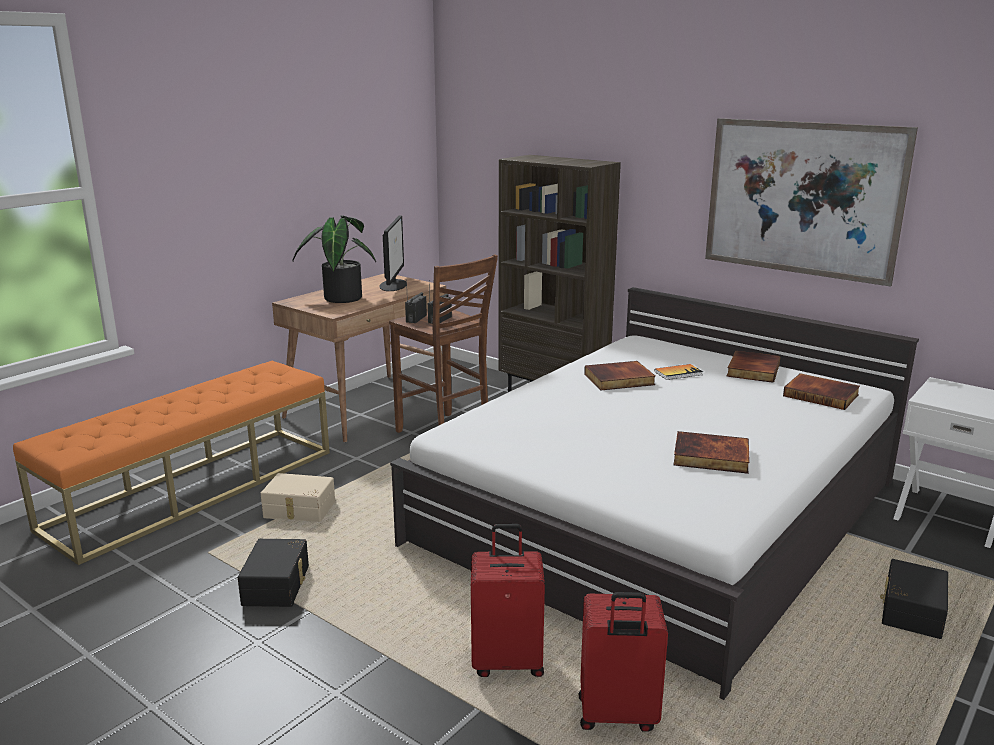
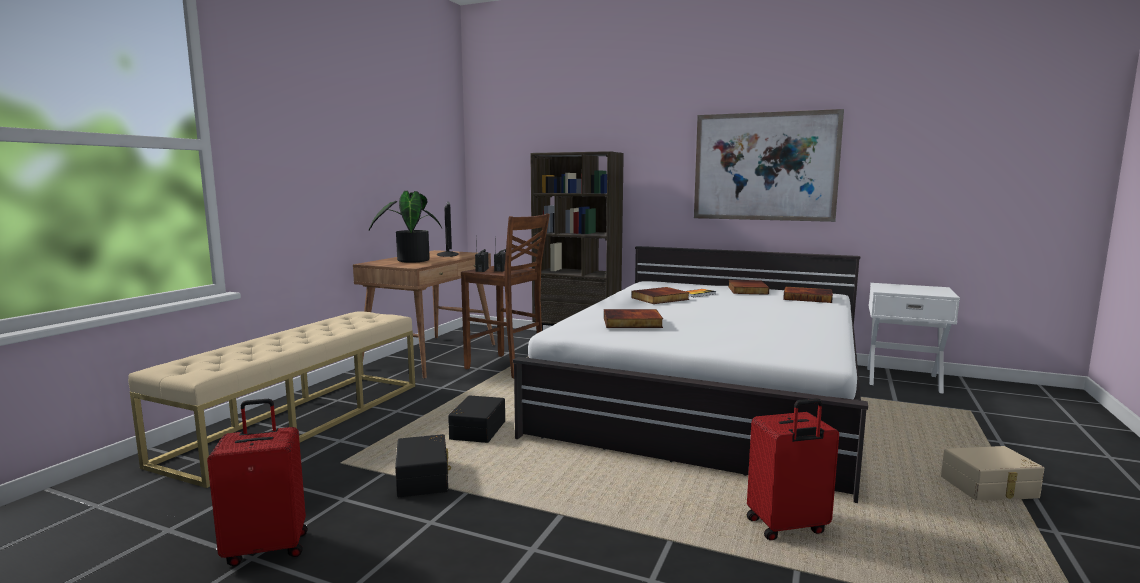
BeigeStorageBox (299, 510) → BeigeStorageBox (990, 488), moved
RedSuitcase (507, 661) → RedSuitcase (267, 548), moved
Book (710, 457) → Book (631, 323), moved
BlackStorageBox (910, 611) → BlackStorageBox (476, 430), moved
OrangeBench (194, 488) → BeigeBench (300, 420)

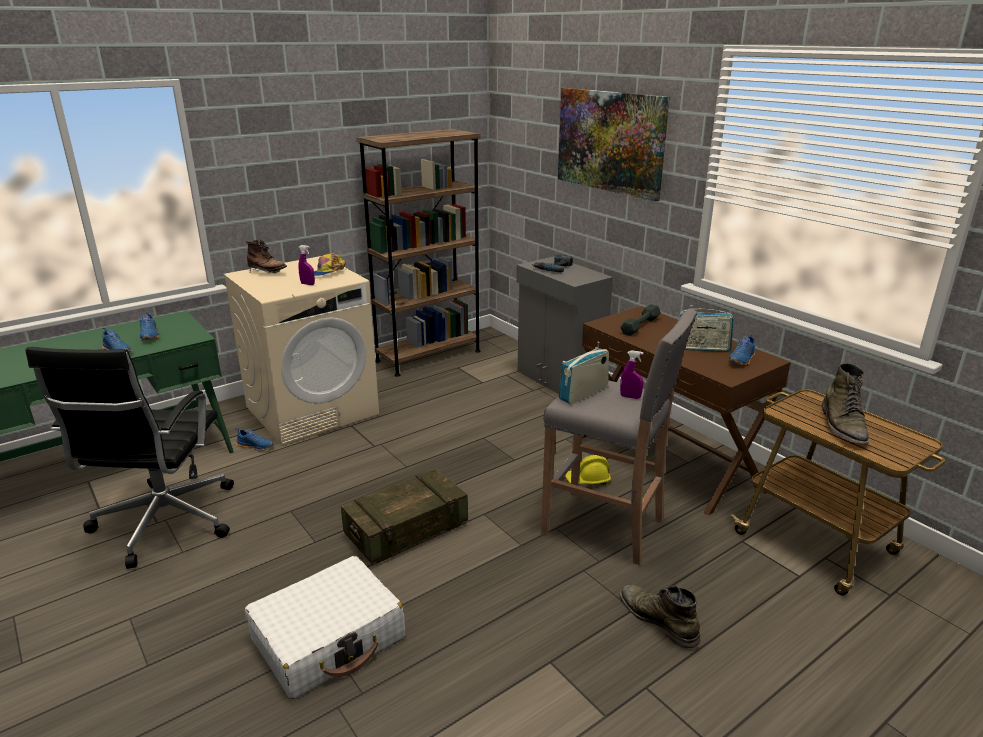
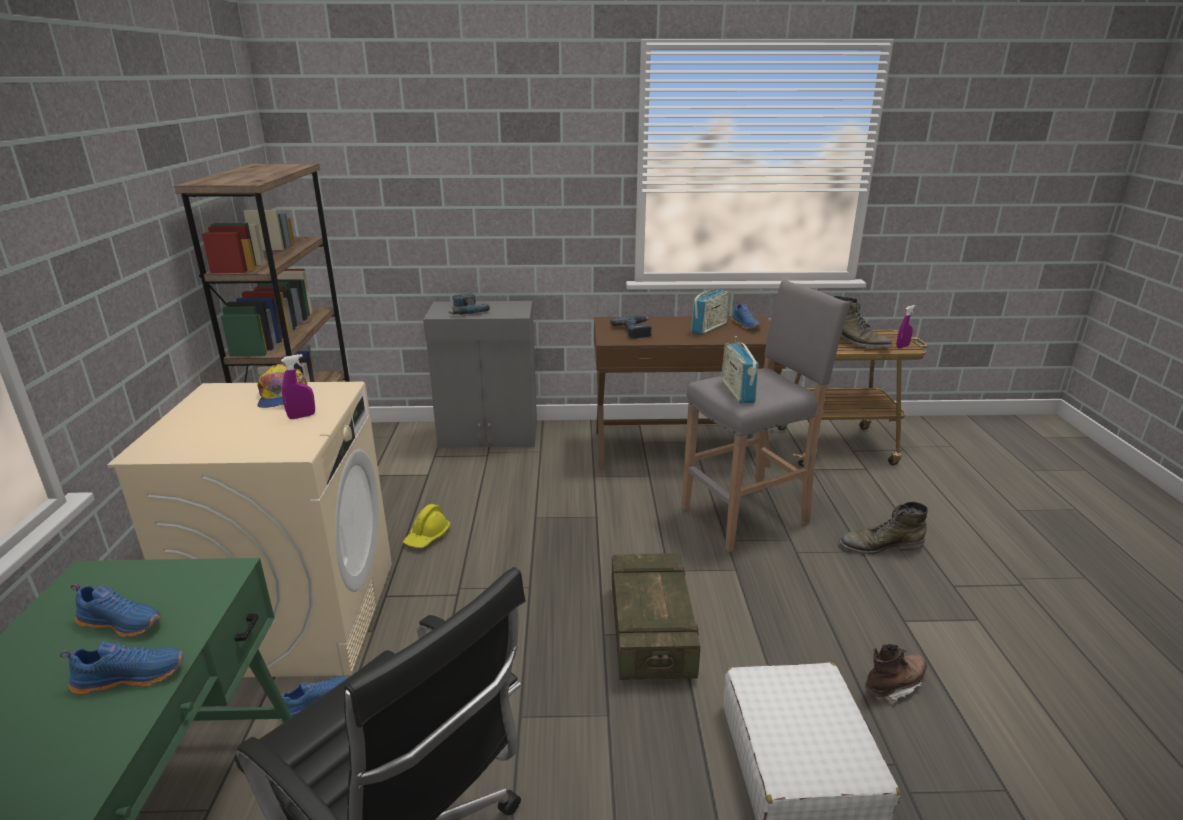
Picture (610, 141) → -
BrownBoot (267, 272) → BrownBoot (893, 685), moved
YellowHardHat (587, 480) → YellowHardHat (427, 536), moved
PurpleSprayBottle (630, 397) → PurpleSprayBottle (902, 346), moved
GreyDumbbell (640, 326) → PowerDrill (636, 330)

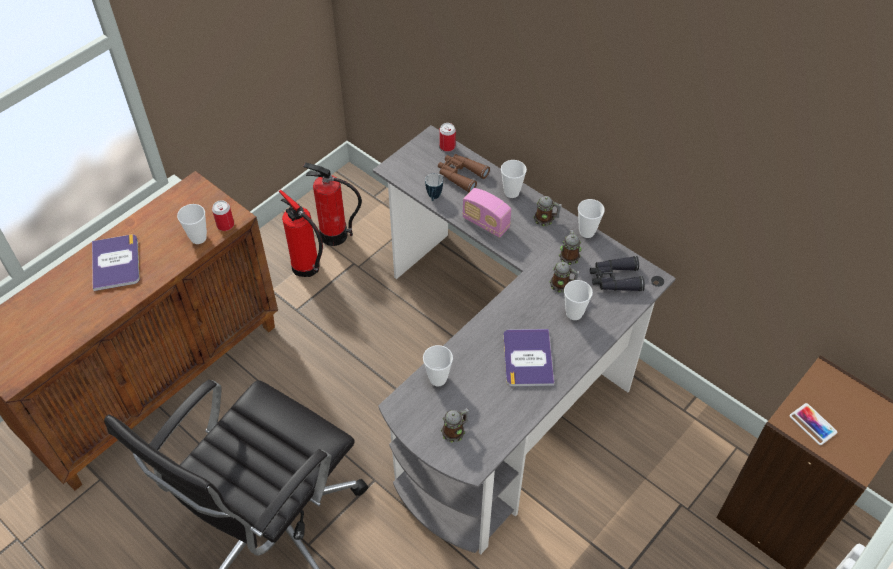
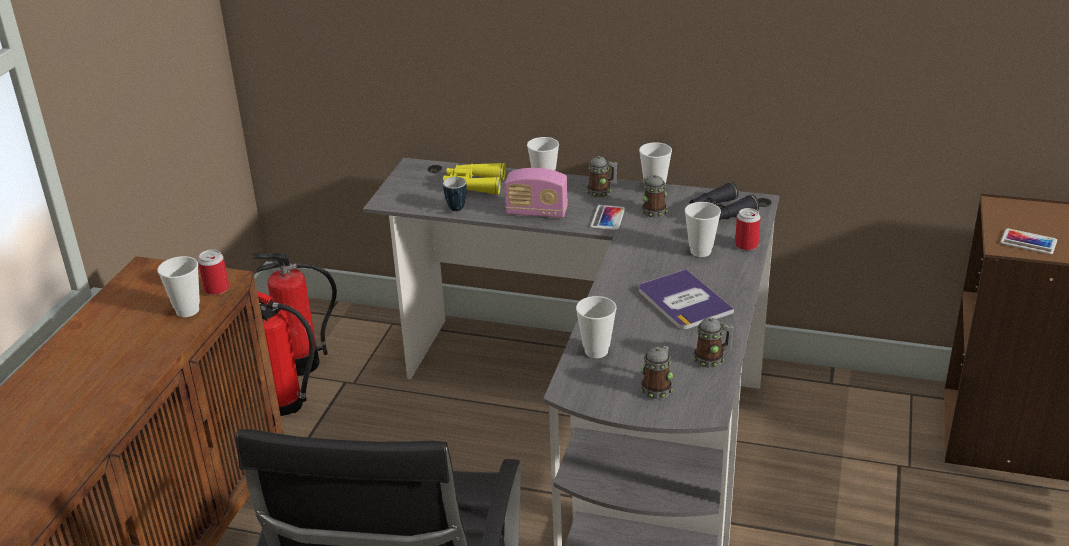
Book (116, 263) → -
- → Phone (607, 218)
Can (447, 146) → Can (746, 245), moved
Mug (563, 285) → Mug (712, 359), moved
BrownBinoculars (461, 175) → YellowBinoculars (474, 185)

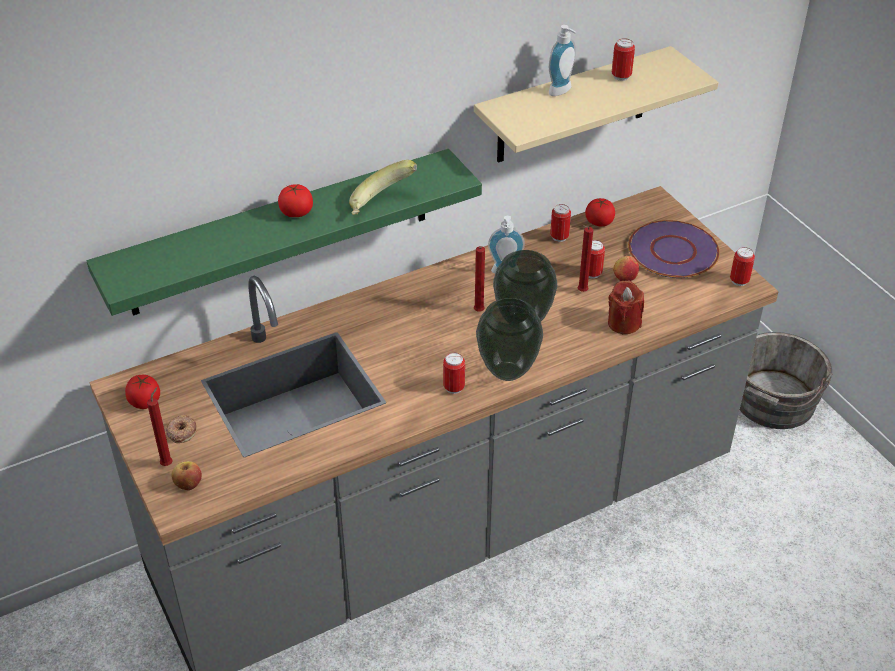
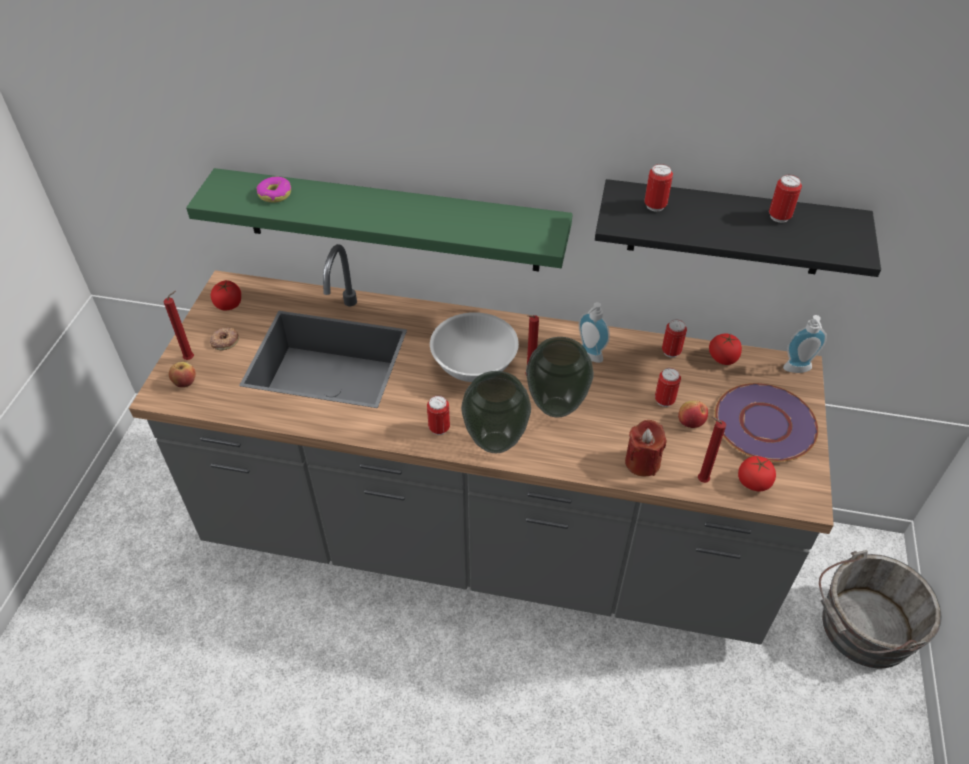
Banana (382, 205) → -
- → Donut (275, 194)
- → WhiteBowl (475, 365)
Tomato (296, 213) → Tomato (753, 482), moved
SoapDispenser (562, 91) → SoapDispenser (798, 370), moved
RedCandle (581, 292) → RedCandle (700, 480), moved
Can (739, 281) → Can (655, 206), moved
BeigeShelf (572, 106) → BlackShelf (727, 228)

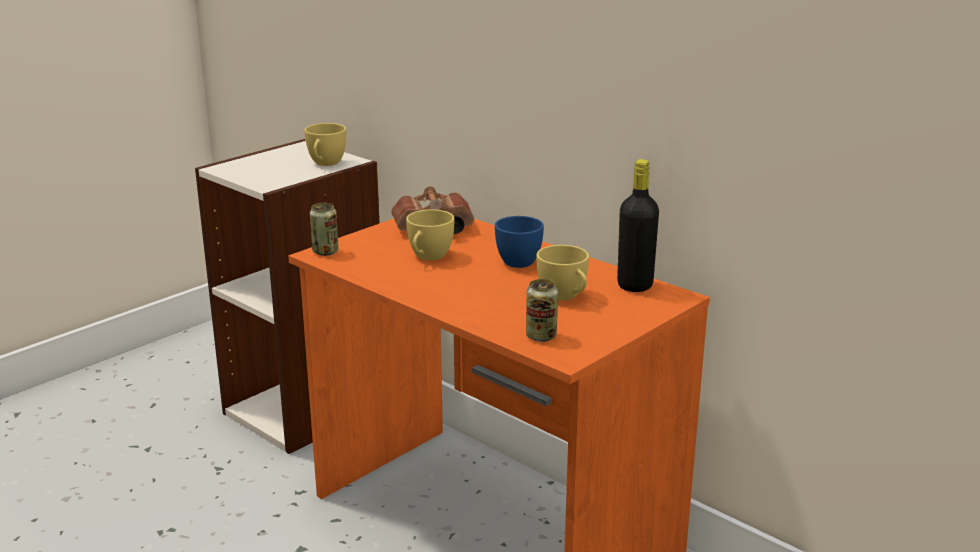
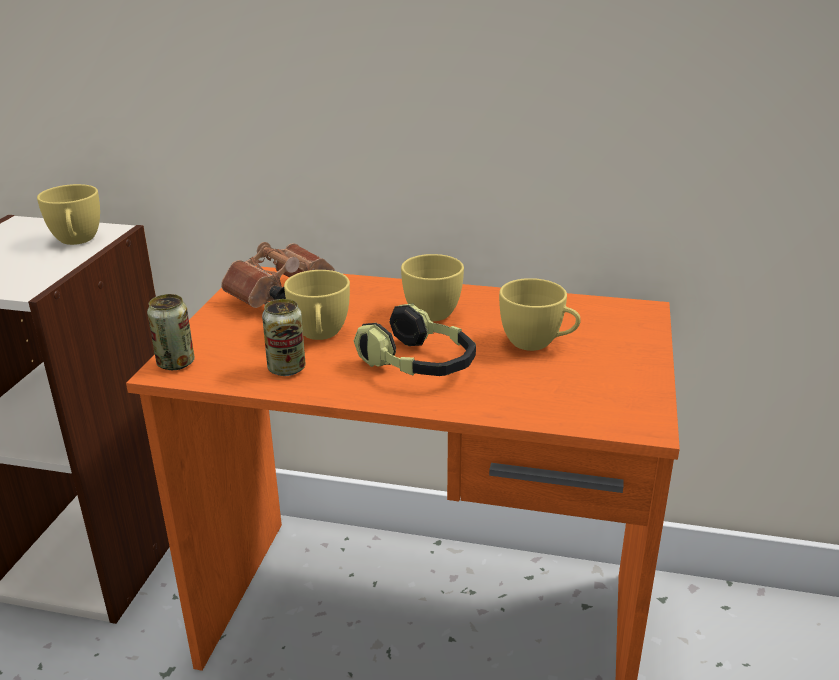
BlackBottle (635, 285) → -
- → Headphones (419, 365)
Can (541, 336) → Can (287, 368), moved
BlueCup (517, 260) → YellowCup (427, 311)

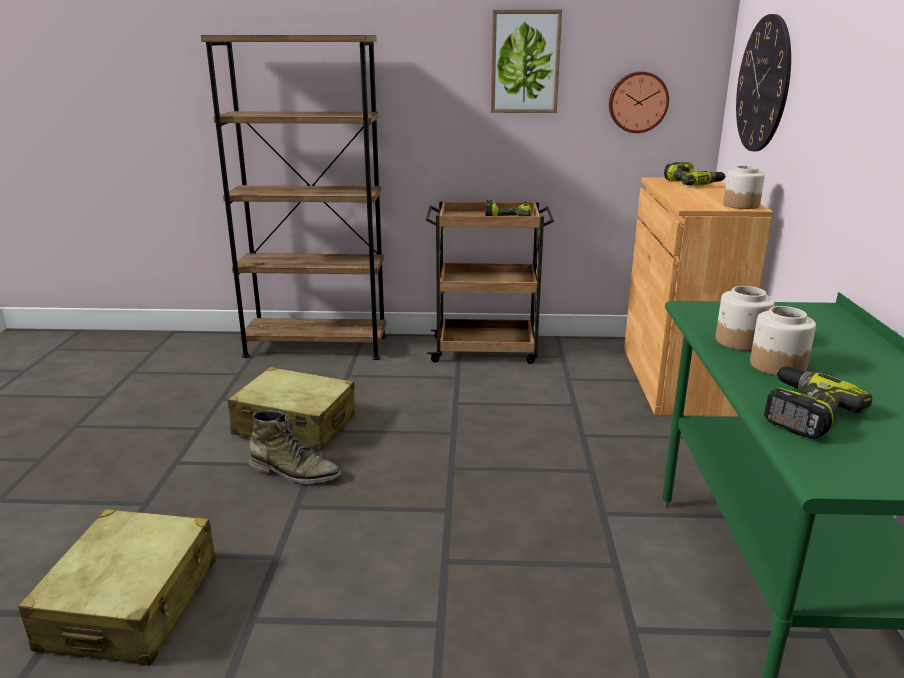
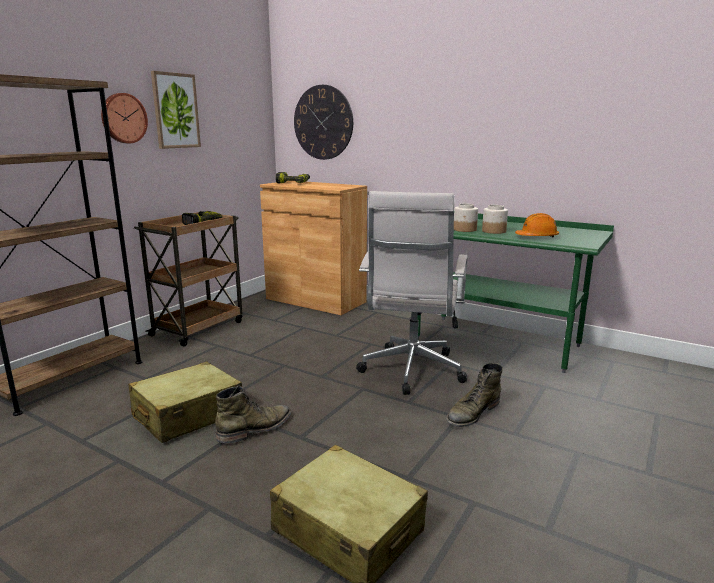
Jar (741, 205) → -
- → WhiteOfficeChair (411, 372)
- → GreenBoot (472, 413)
WallClock (638, 102) → WallClock (123, 118), moved
PowerDrill (802, 413) → OrangeHardHat (537, 237)

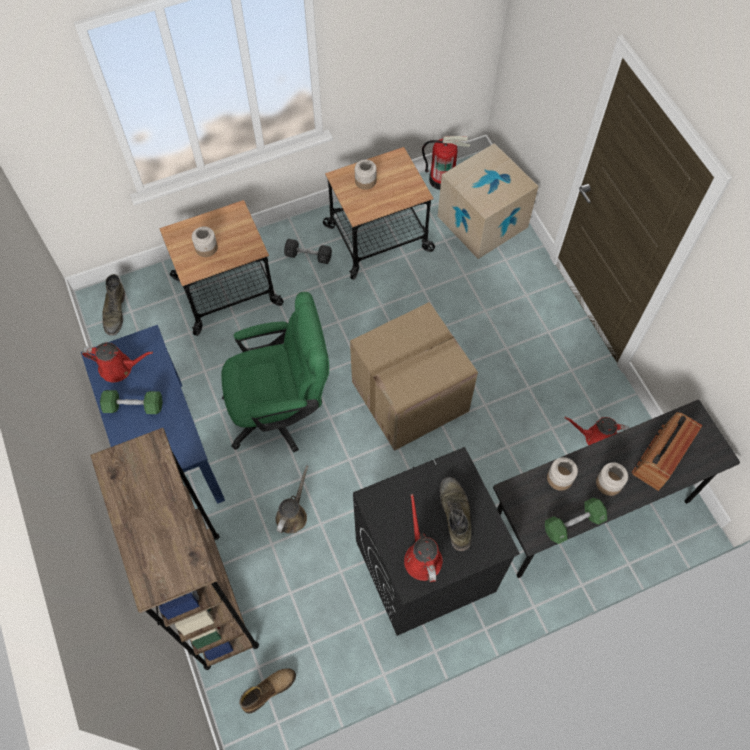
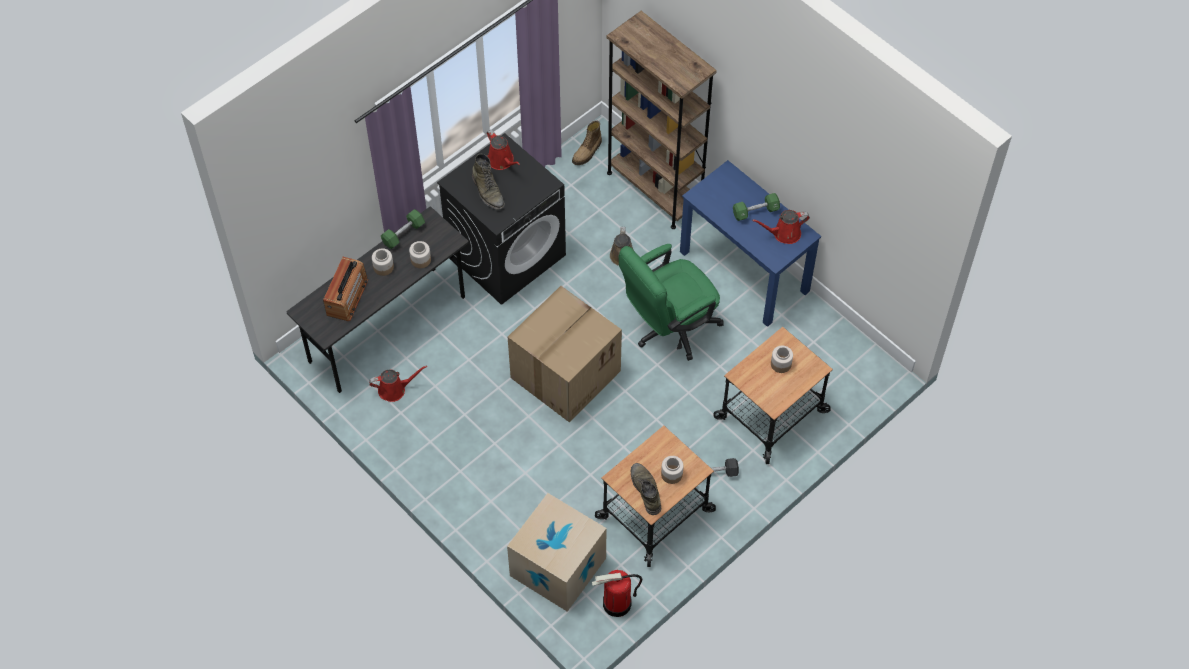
GreenBoot (115, 312) → GreenBoot (645, 490), moved

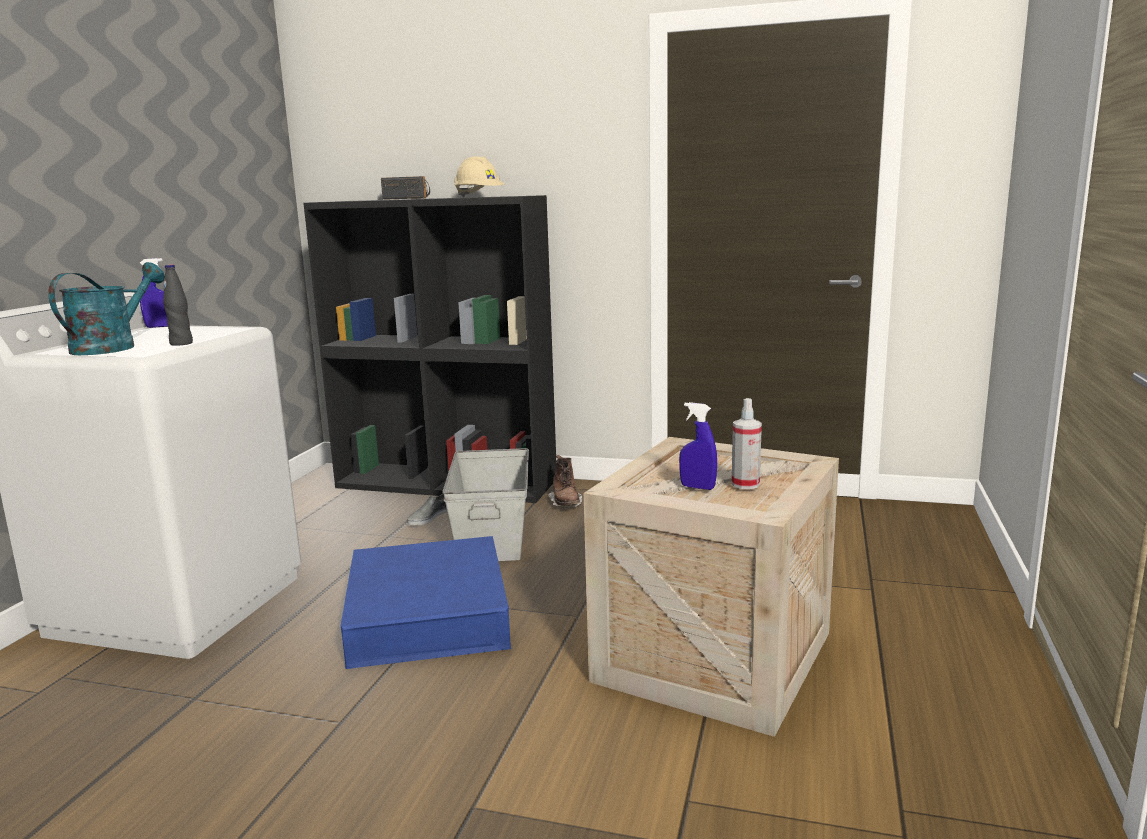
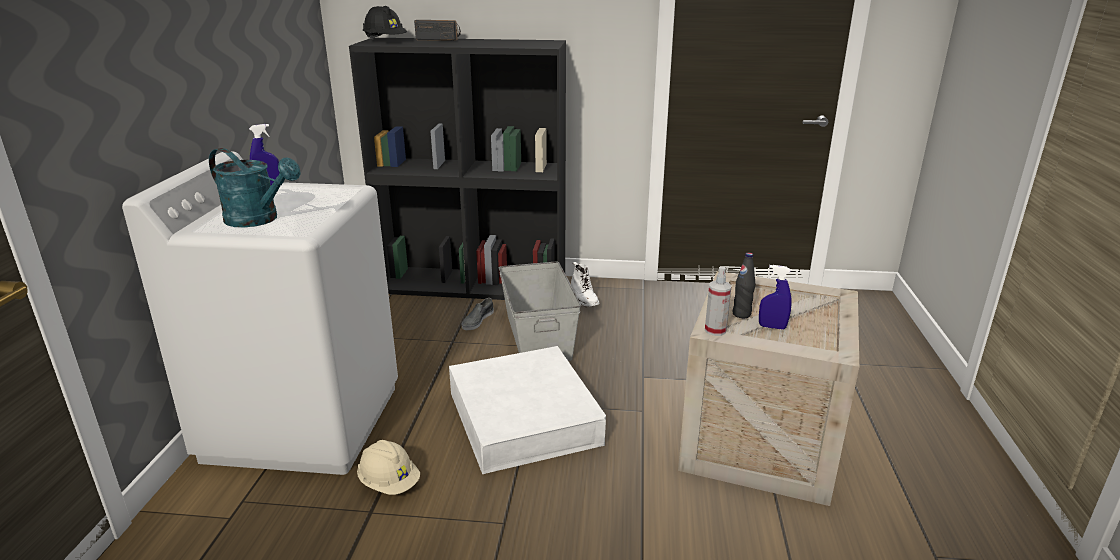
- → BlackHardHat (385, 41)
BlackBottle (181, 343) → BlackBottle (741, 314), moved
BeigeHardHat (479, 197) → BeigeHardHat (389, 483), moved
SprayBottle (745, 484) → SprayBottle (715, 330), moved
BlueStorageBox (428, 615) → WhiteStorageBox (524, 418)
BrownBoot (566, 504) → WhiteBoot (584, 302)
TurquoiseWateringCan (113, 347) → TurquoiseWateringCan (259, 220), 105 degrees clockwise

